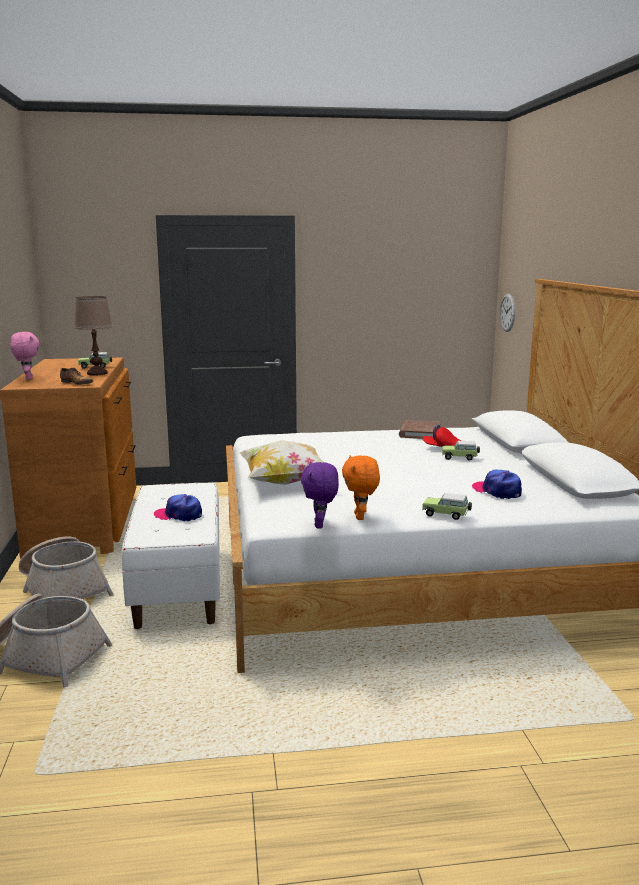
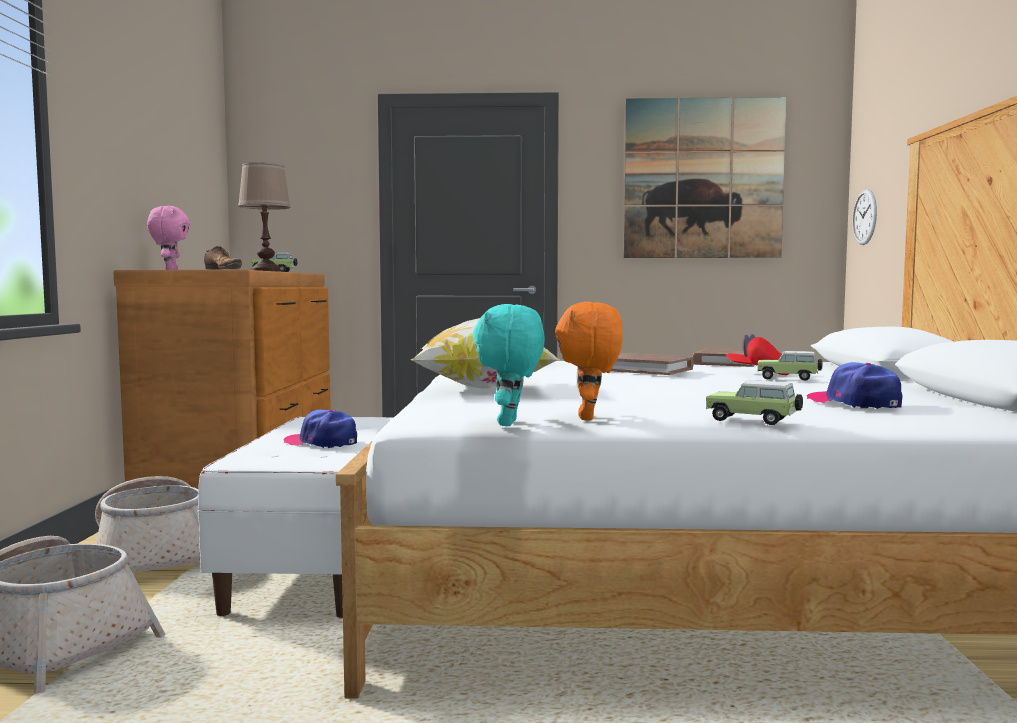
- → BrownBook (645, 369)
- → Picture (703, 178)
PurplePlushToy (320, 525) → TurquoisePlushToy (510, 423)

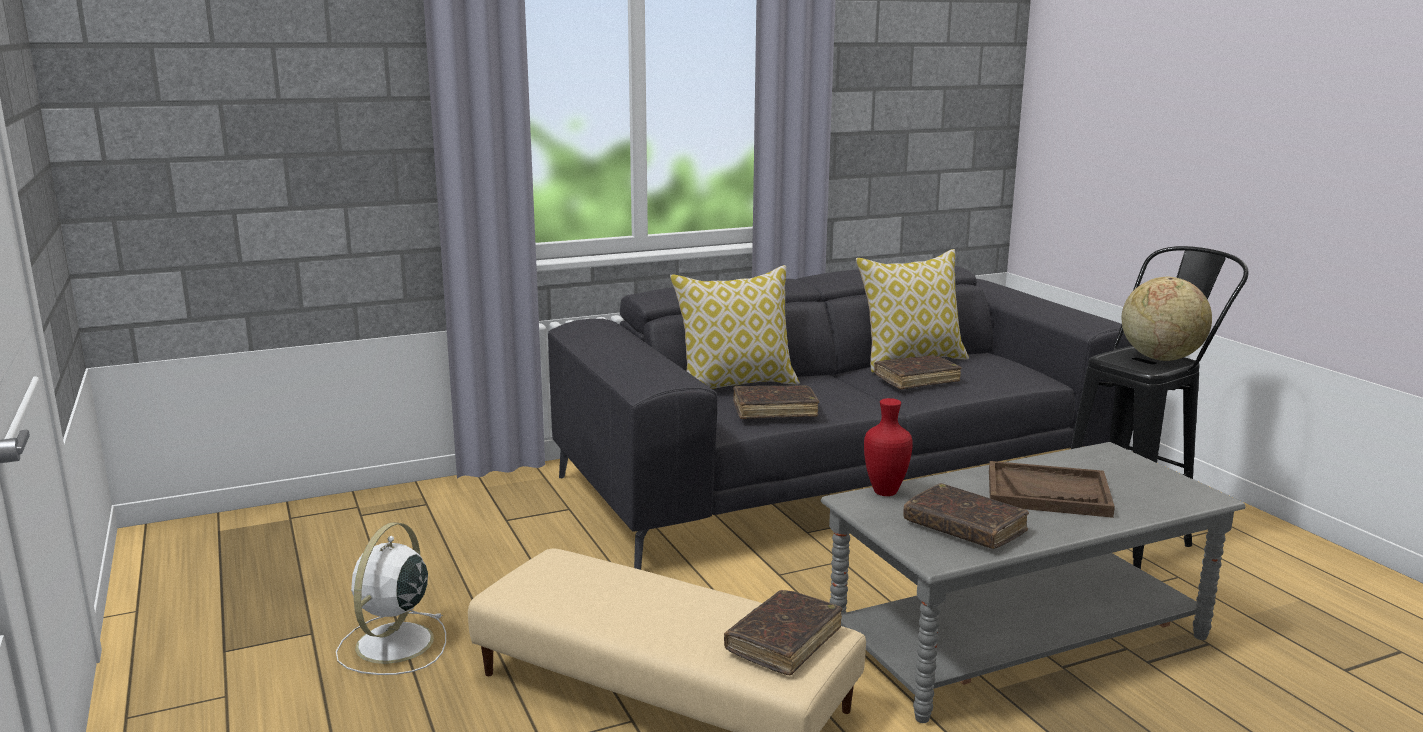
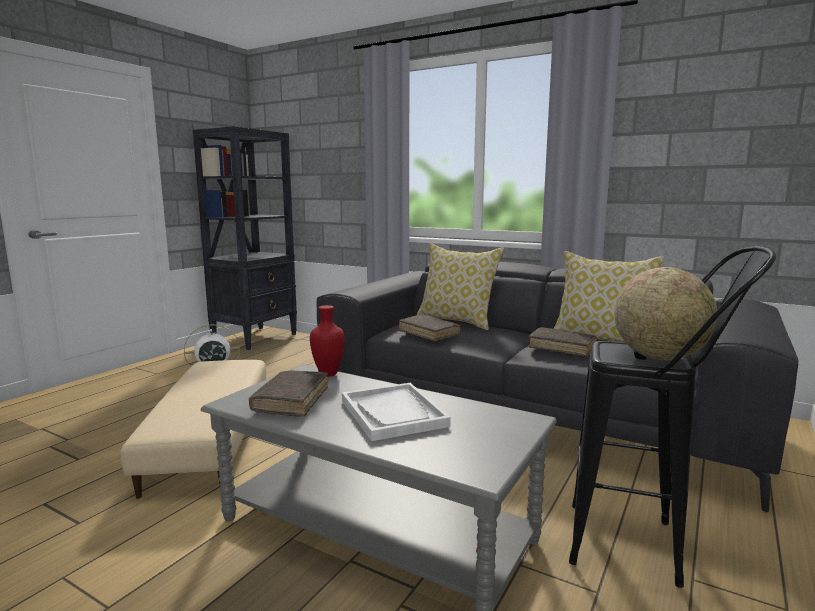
BrownBook (784, 641) → -
- → BlackBookcase (255, 338)
BrownTray (1048, 493) → WhiteTray (393, 413)

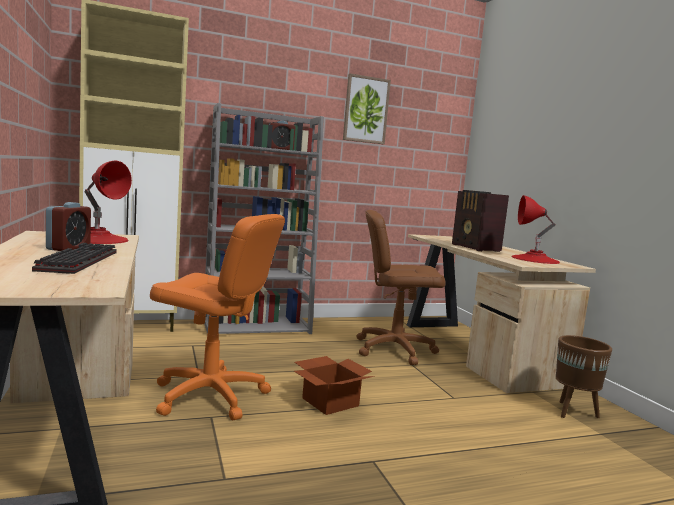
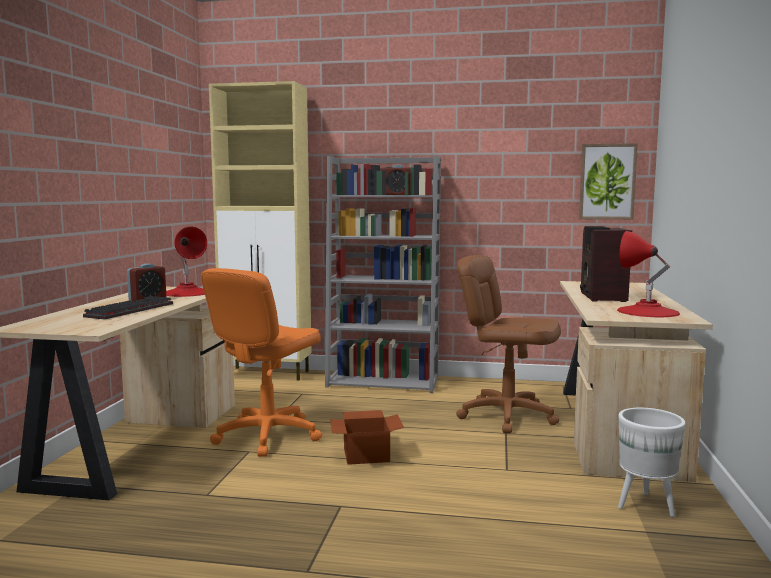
Picture (366, 110) → Picture (607, 182), moved
BrownPlanter (573, 412) → WhitePlanter (646, 505)
OrangeOfficeChair (210, 396) → OrangeOfficeChair (267, 435), 75 degrees clockwise

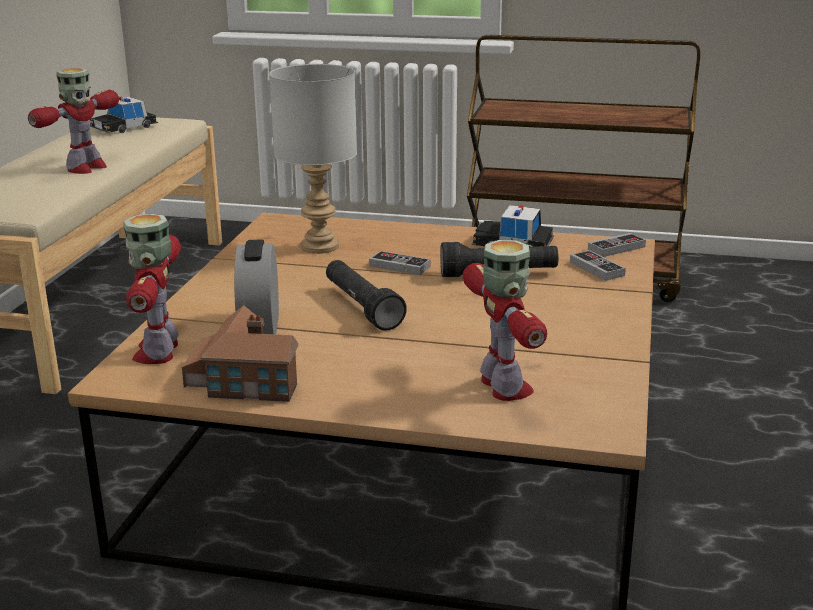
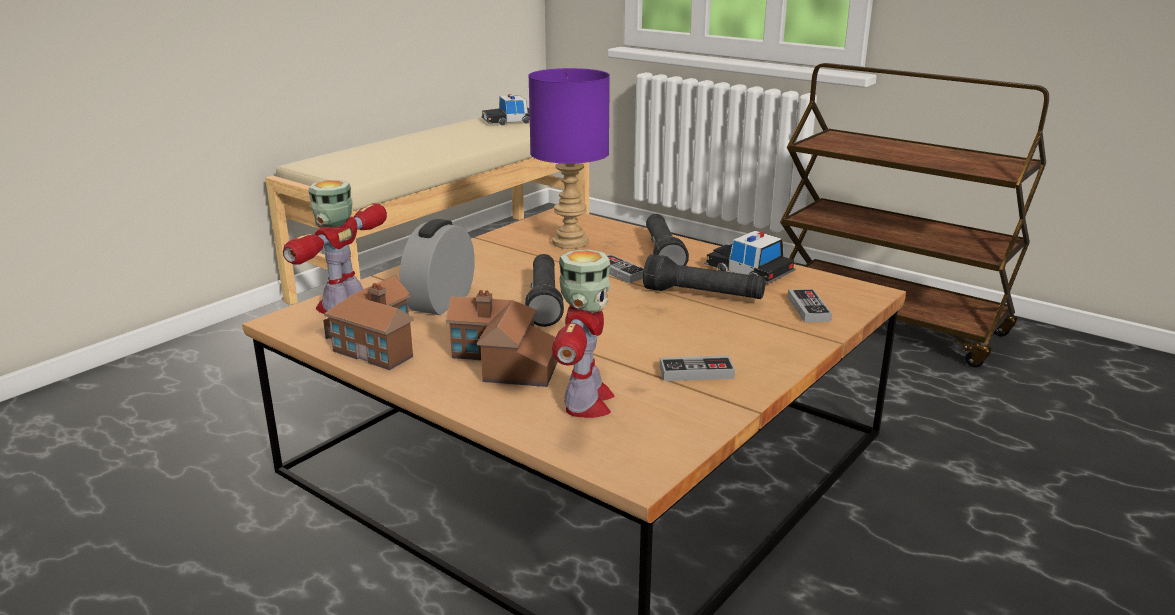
ToyRobot (85, 168) → -
- → ToyHouse (503, 363)
- → BlackFlashlight (662, 254)
GameController (616, 248) → GameController (696, 372), moved
GreyTableLamp (318, 247) → PurpleTableLamp (568, 242)

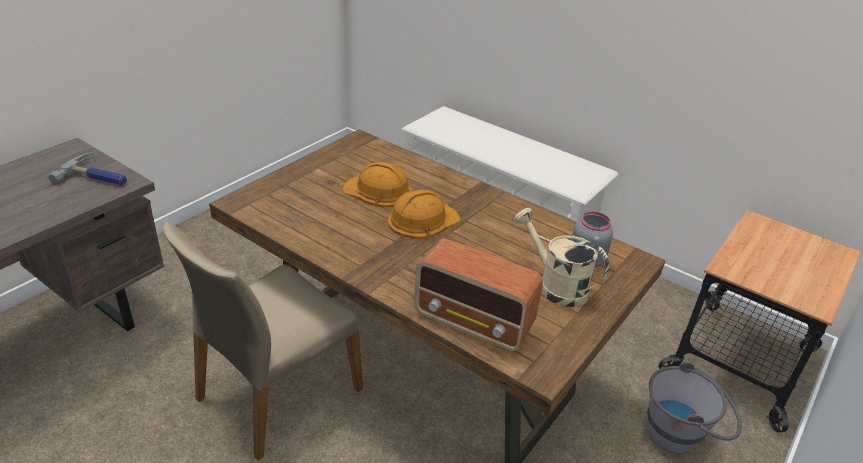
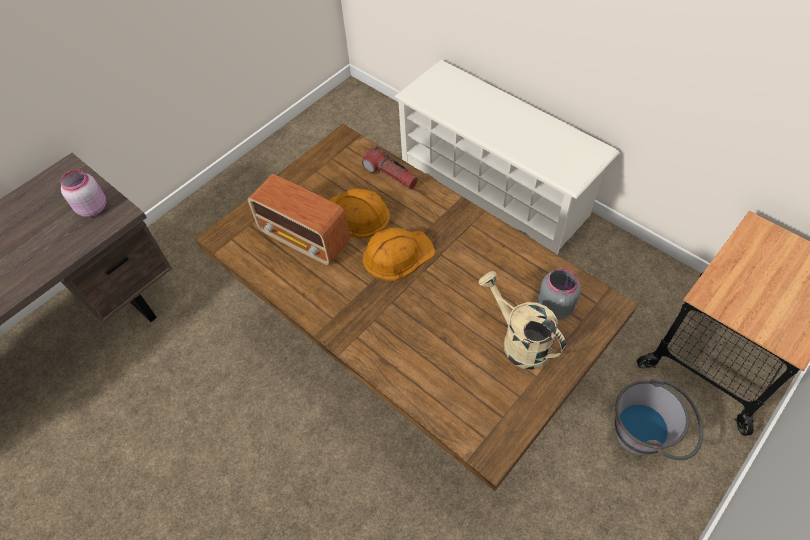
BeigeChair (277, 393) → -
- → Flashlight (390, 174)
Radio (474, 323) → Radio (305, 239), moved
Hammer (98, 177) → PinkJar (93, 207)

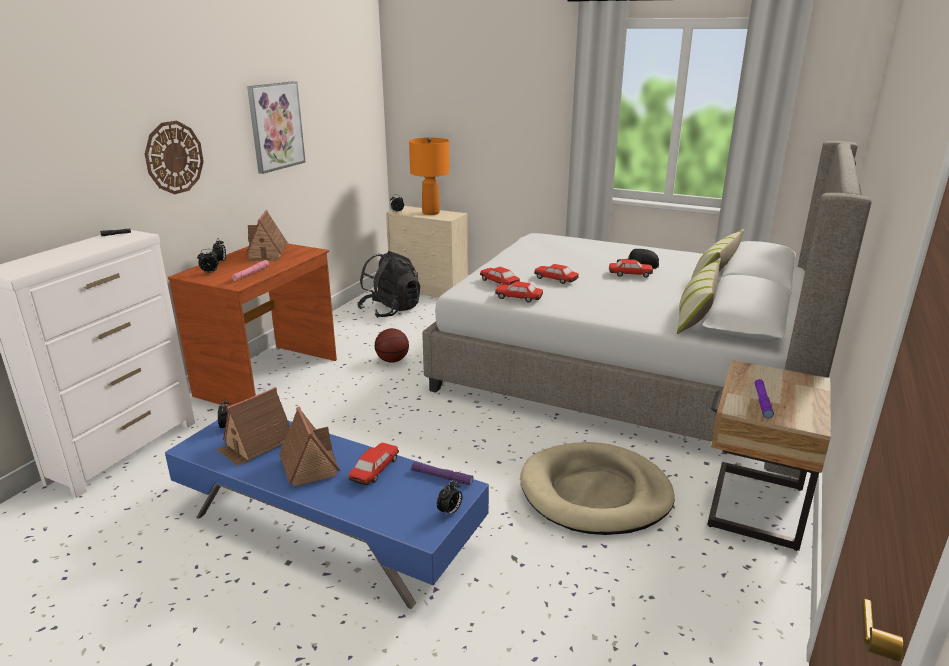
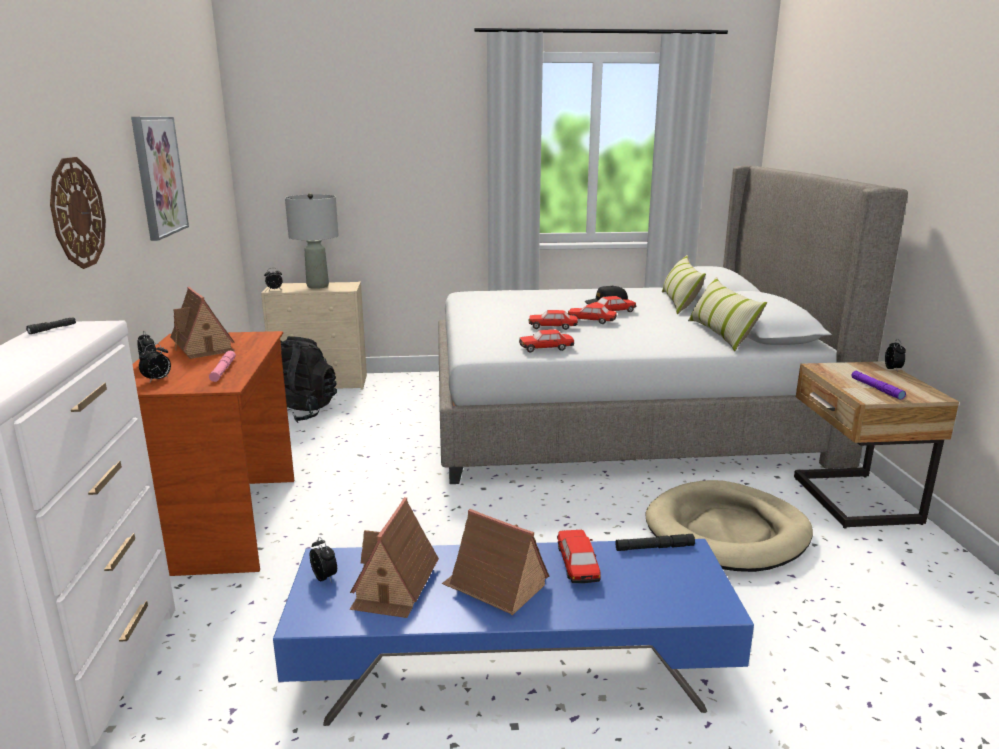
Basketball (392, 360) → -
AlarmClock (450, 512) → AlarmClock (893, 369), moved
ToyCar (499, 282) → ToyCar (591, 321), moved
OrangeTableLamp (431, 213) → GreyTableLamp (318, 286)
PurpleFlashlight (442, 477) → BlackFlashlight (654, 547)

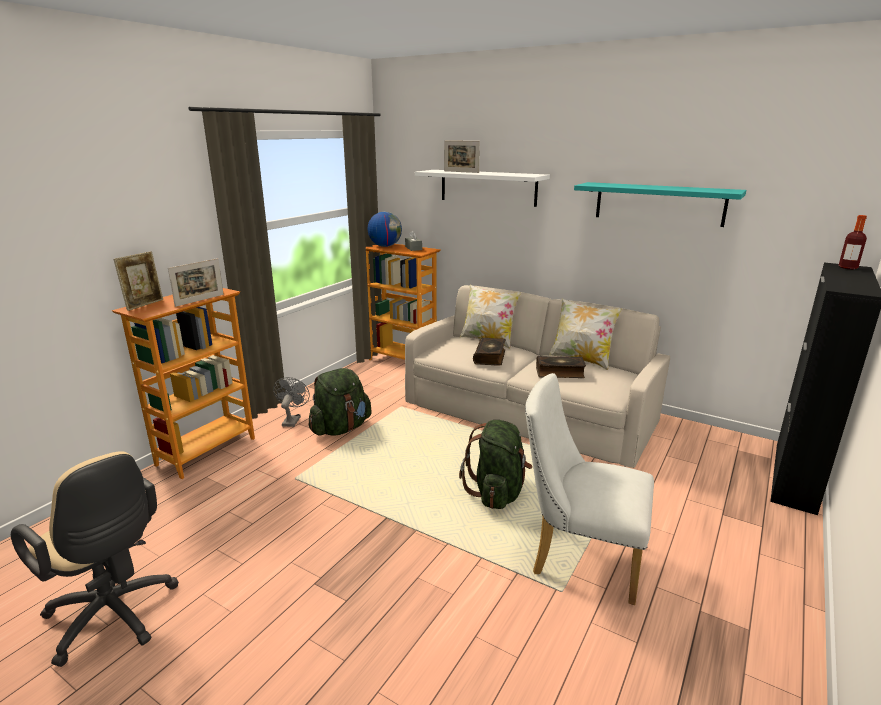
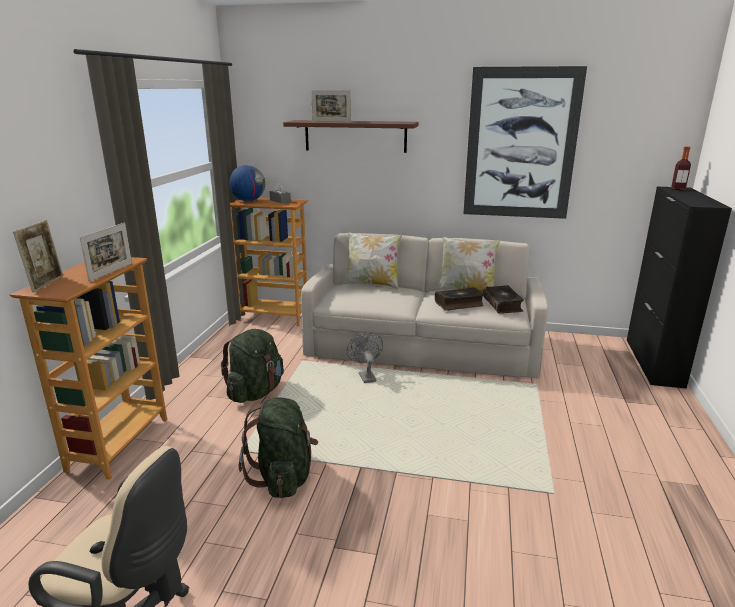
WhiteChair (578, 557) → -
GreyFan (292, 420) → GreyFan (365, 376), moved
GreenBackpack (497, 492) → GreenBackpack (283, 477), moved
Book (490, 357) → Book (503, 304), moved
TurquoiseShelf (659, 203) → Picture (521, 144)
WhiteShelf (487, 187) → BrownShelf (355, 136)

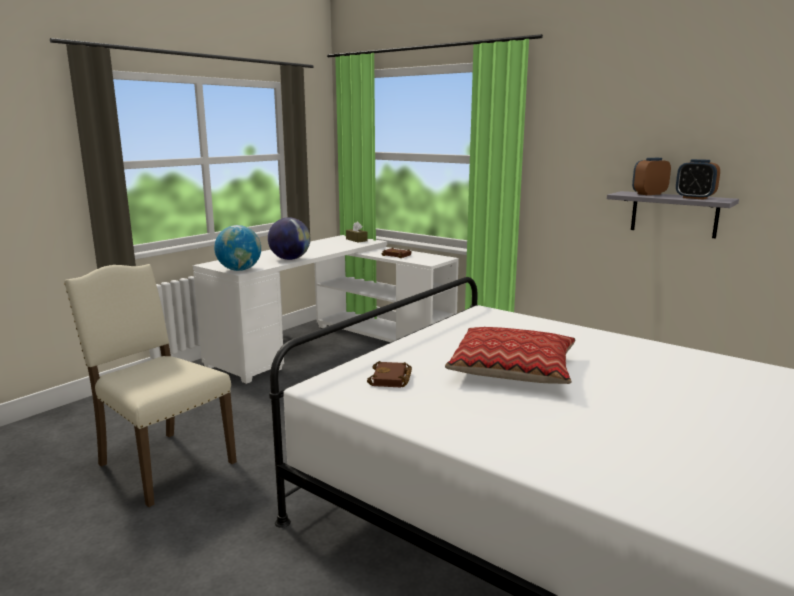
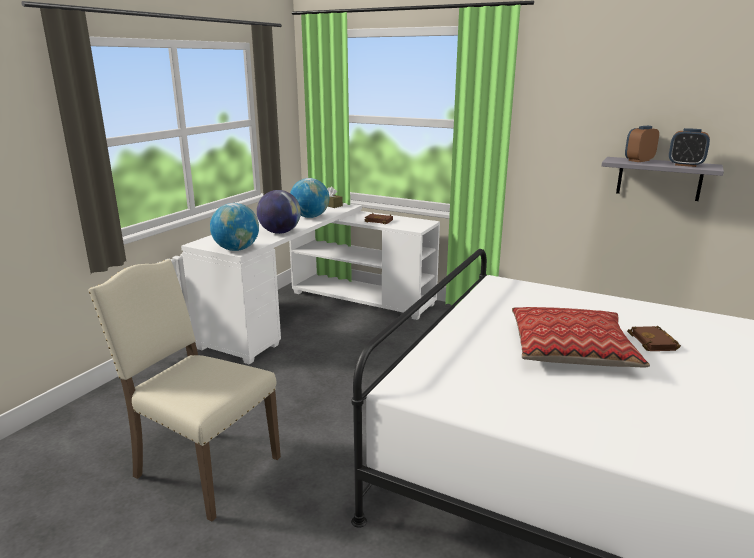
- → Globe (310, 217)
BrownBook (391, 379) → BrownBook (654, 343), moved

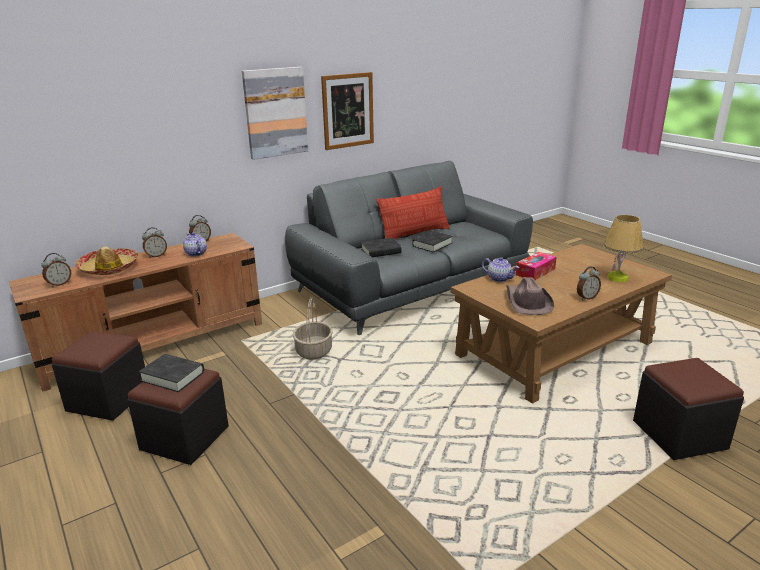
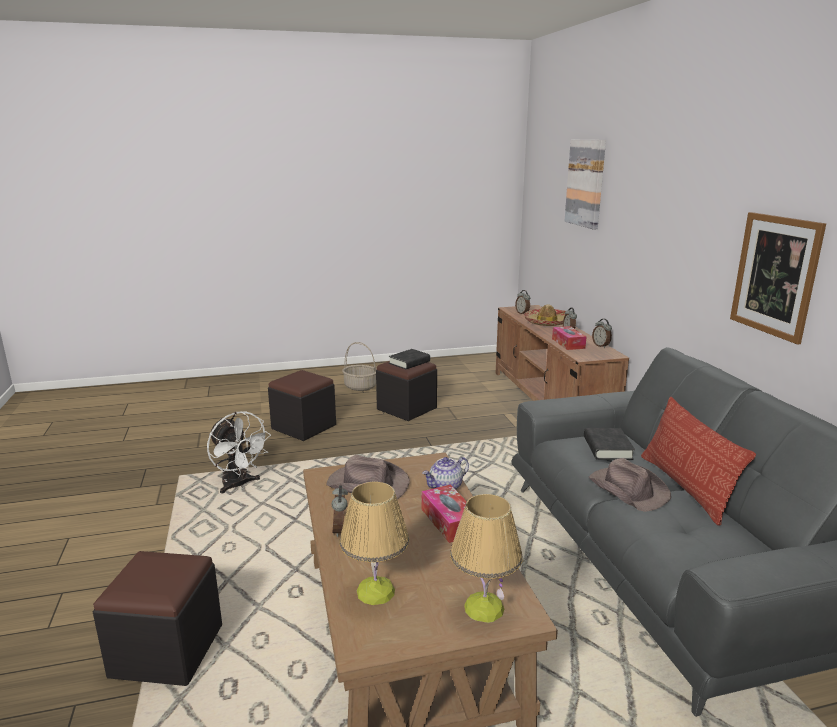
- → WhiteFan (239, 485)
- → TableLamp (483, 608)
BlackOttoman (108, 399) → BlackOttoman (304, 427), moved
Picture (275, 112) → Picture (586, 183), moved
Basket (313, 351) → Basket (360, 386), moved
Teapot (195, 253) → TissueBox (568, 343)
BlackBook (432, 244) → BrownHat (627, 489)

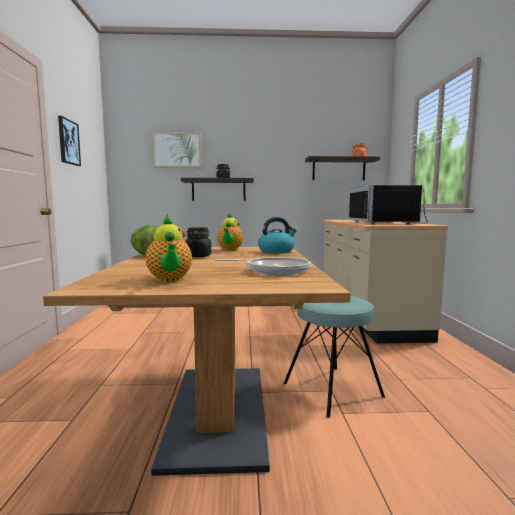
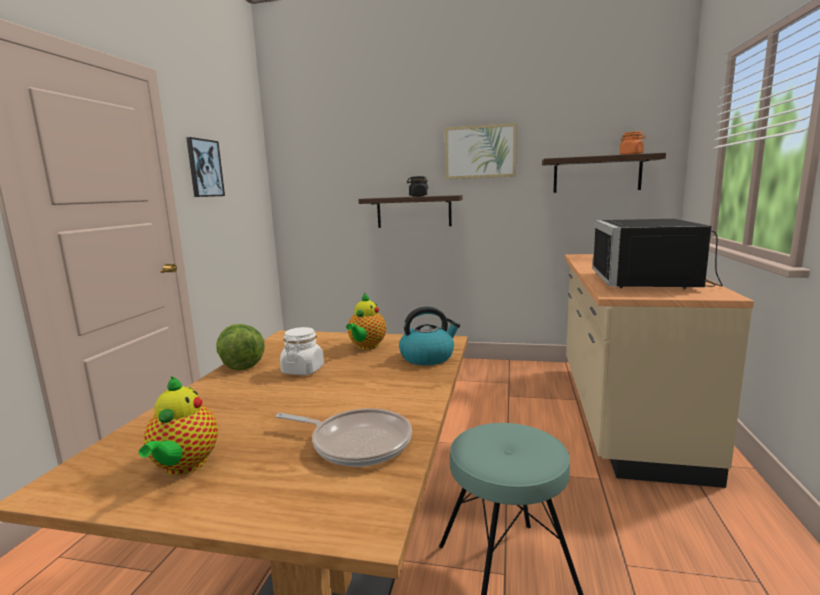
Picture (177, 150) → Picture (480, 152), moved
BlackJar (198, 256) → WhiteJar (303, 370)

